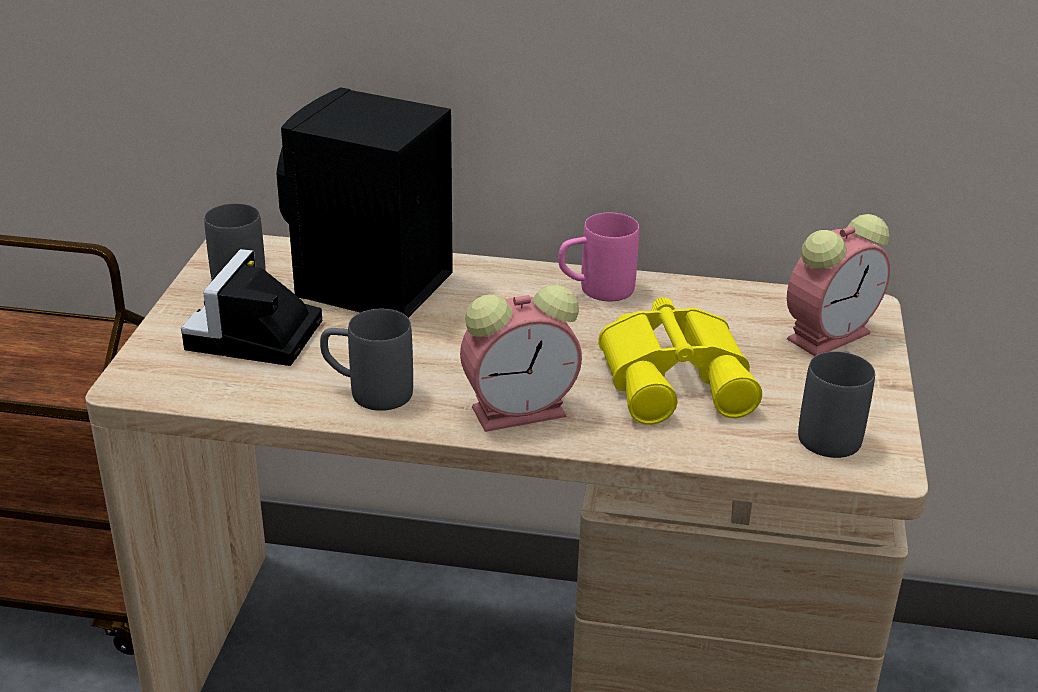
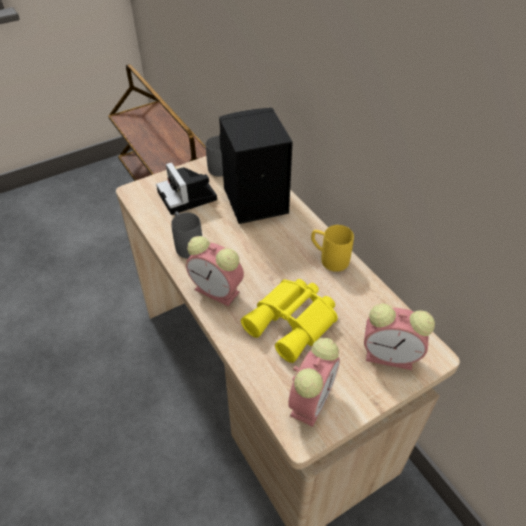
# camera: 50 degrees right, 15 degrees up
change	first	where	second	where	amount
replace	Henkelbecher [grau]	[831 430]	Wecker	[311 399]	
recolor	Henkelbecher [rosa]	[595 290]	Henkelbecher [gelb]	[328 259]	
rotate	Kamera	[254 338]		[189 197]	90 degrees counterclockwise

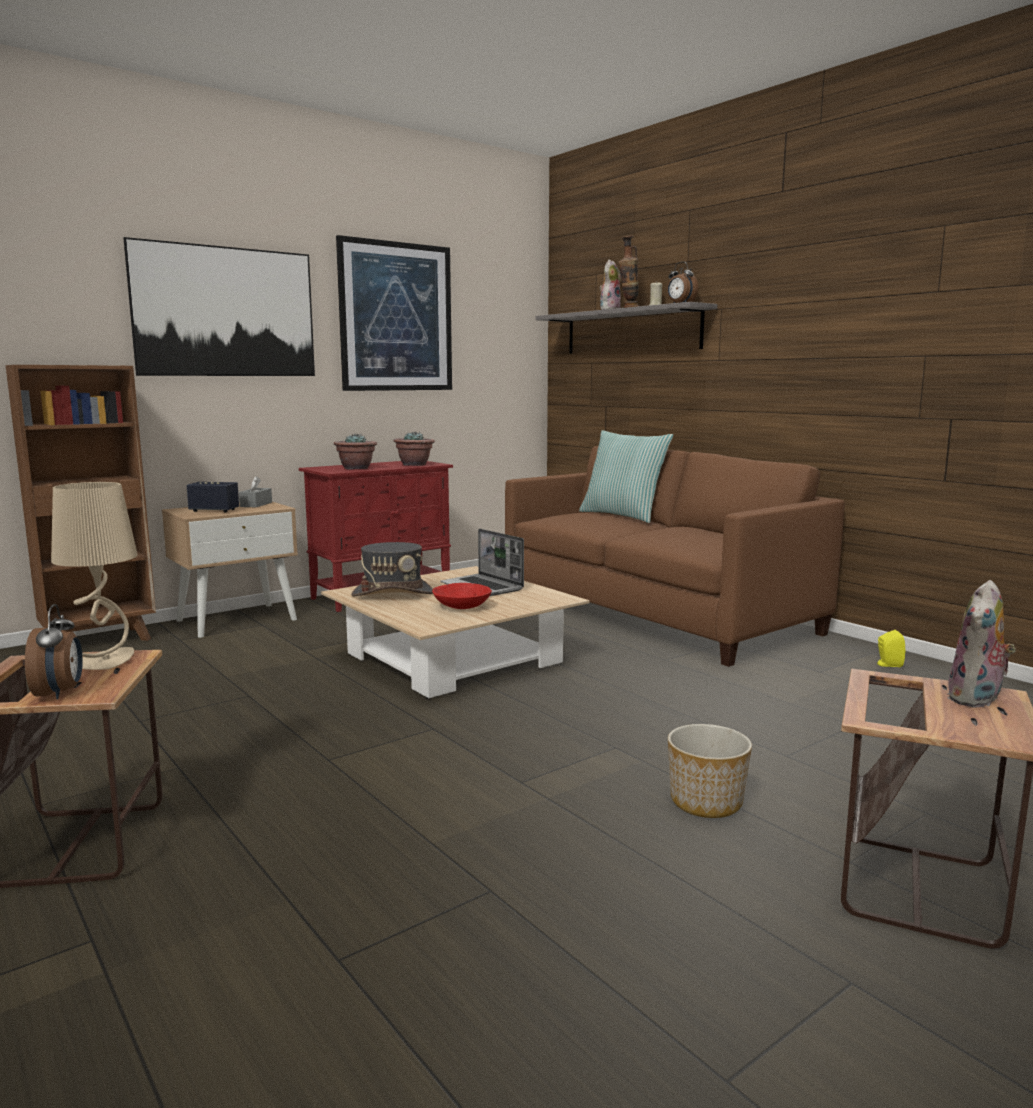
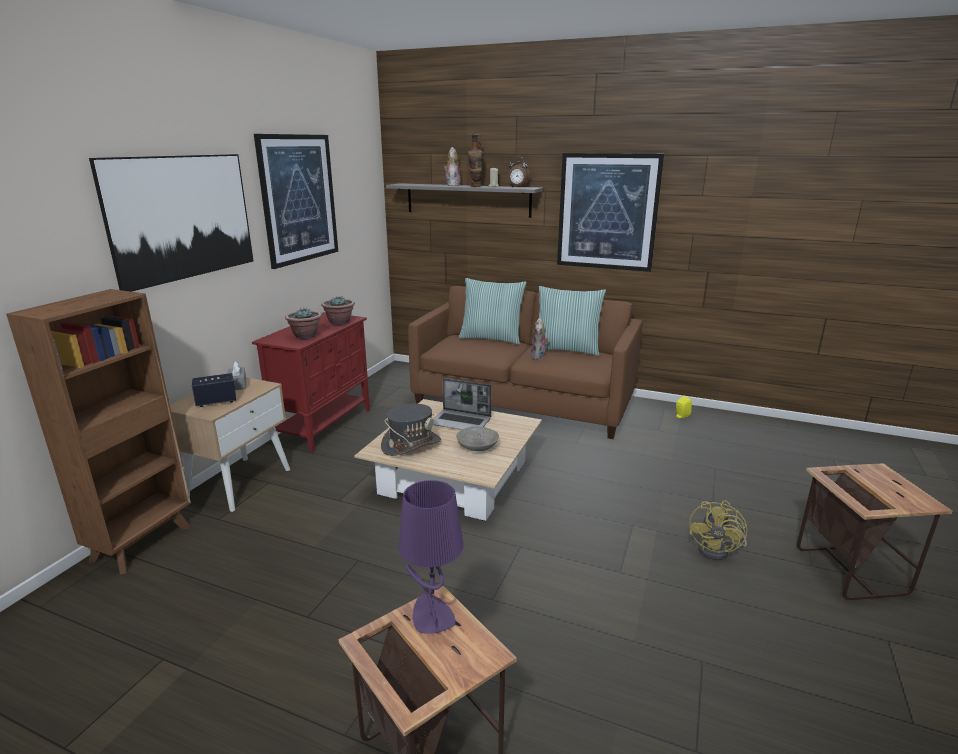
# camera: 30 degrees left, 10 degrees up
change	first	where	second	where	amount
delete	Wecker	[60 693]			
insert			Kissen	[566 349]	
insert			Bild	[607 212]	
move	Plüschtier	[977 699]		[538 357]	
replace	Pflanzkübel	[707 802]	Ventilator [gelb]	[718 550]	
recolor	Tischlampe [beige]	[106 661]	Tischlampe [lila]	[431 615]	
recolor	Schüssel [rot]	[462 607]	Schüssel [grau]	[477 447]	

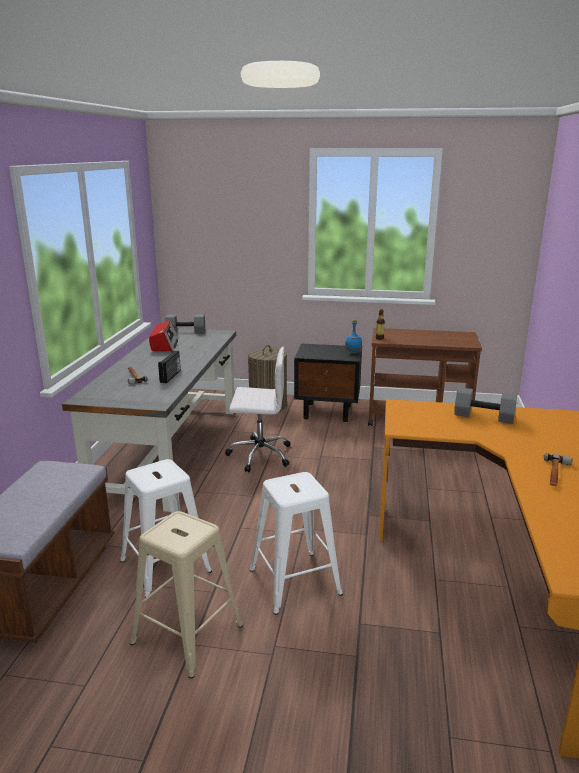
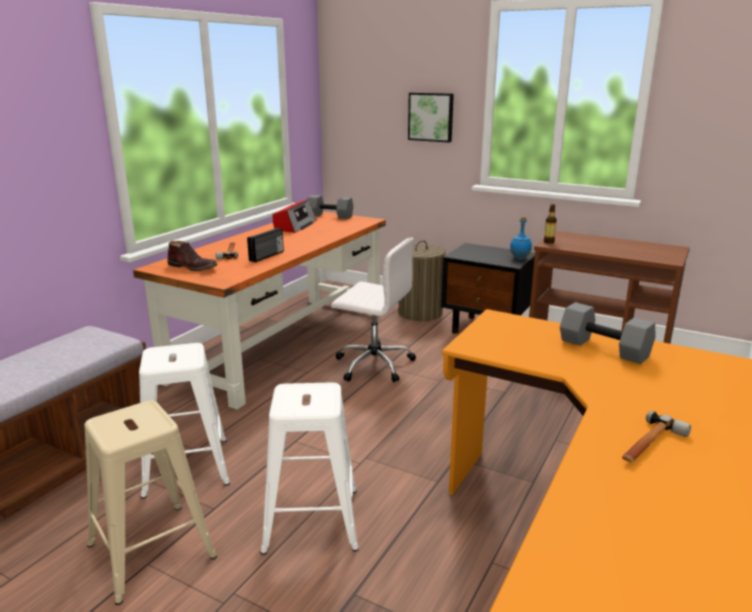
# camera: 20 degrees right, 0 degrees up
change	first	where	second	where	amount
insert			Stiefel [braun]	[193 267]	
insert			Bild	[431 117]	
recolor	Schreibtisch [grau]	[170 450]	Schreibtisch [orange]	[282 343]	

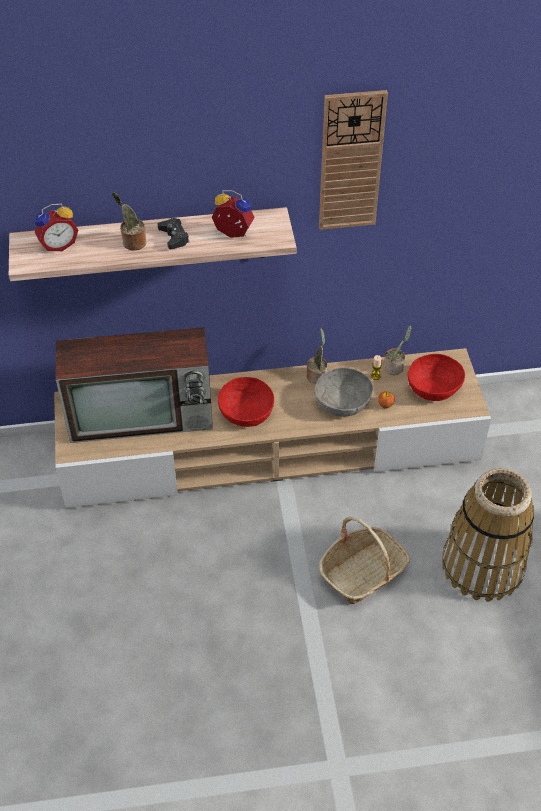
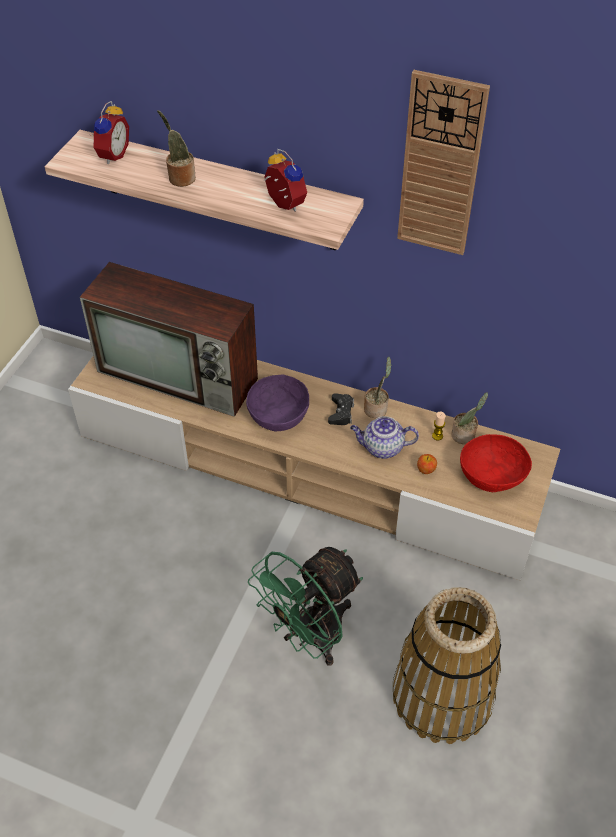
# camera: 30 degrees right, 0 degrees up
change	first	where	second	where	amount
move	Gamepad [schwarz]	[174 237]		[341 412]	
replace	Schüssel [grau]	[342 403]	Teekanne	[382 448]	
replace	Korb	[363 572]	Ventilator [grün]	[310 637]	
recolor	Schüssel [rot]	[246 412]	Schüssel [lila]	[278 415]	
rotate	Wecker	[58 244]		[111 155]	75 degrees counterclockwise

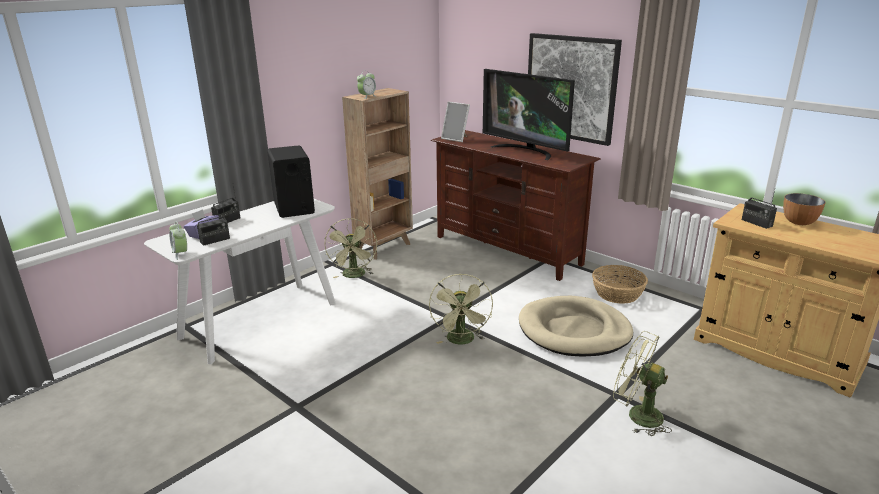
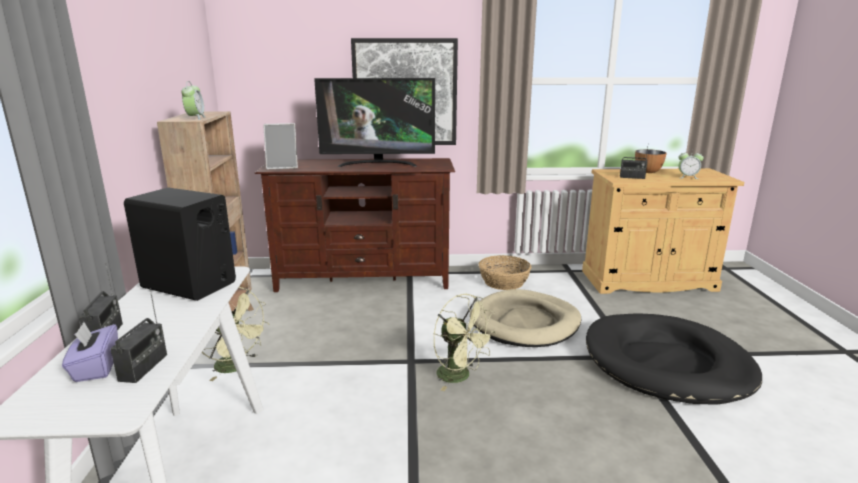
# camera: 45 degrees left, 5 degrees down
change	first	where	second	where	amount
move	Wecker	[181 254]		[687 177]	
replace	Ventilator [grün]	[637 415]	Hundebett [schwarz]	[667 363]	

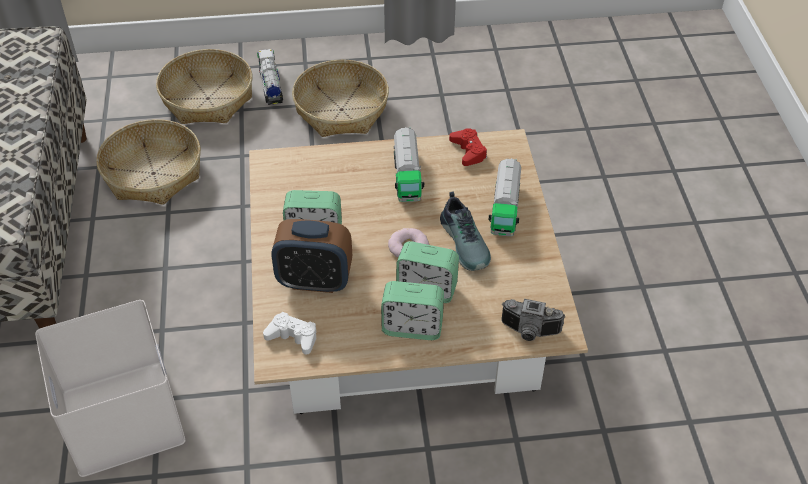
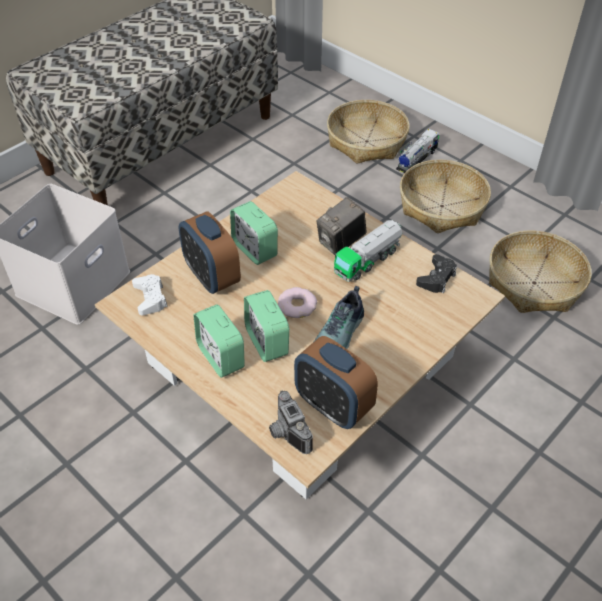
# camera: 50 degrees right, 0 degrees up
change	first	where	second	where	amount
delete	Spielzeuglaster	[505 208]			
insert			Wecker	[333 406]	
insert			Kamera	[341 243]	
move	Korb	[153 173]		[534 283]	
recolor	Gamepad [rot]	[468 151]	Gamepad [schwarz]	[436 278]	

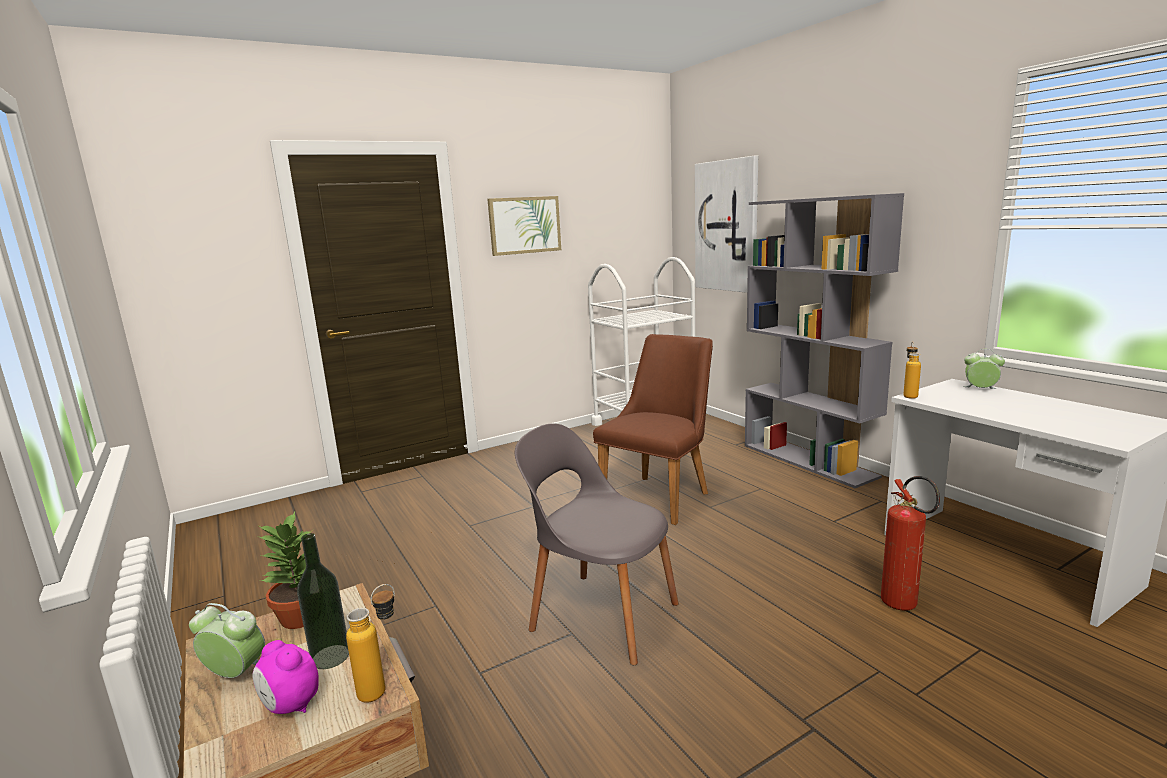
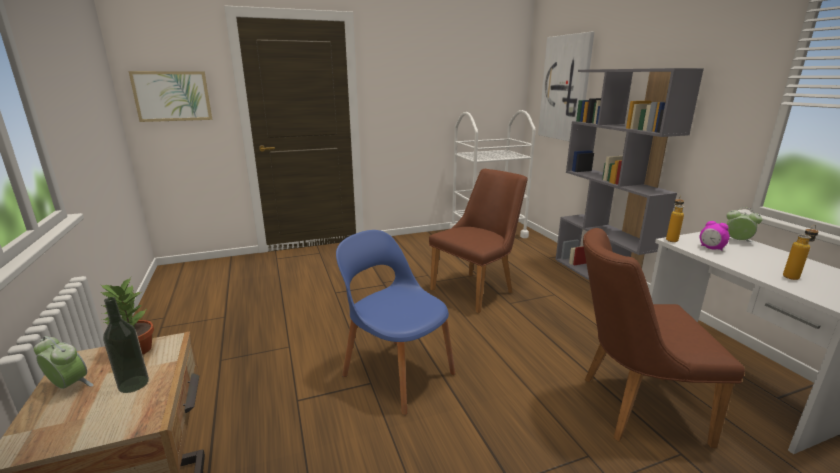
# camera: 10 degrees right, 5 degrees up
change	first	where	second	where	amount
move	Wecker	[290 706]		[711 248]	
move	Flasche	[383 688]		[793 276]	
move	Bild	[524 225]		[172 96]	
replace	Feuerlöscher	[904 606]	Stuhl [braun]	[630 407]	
recolor	Stuhl [grau]	[601 615]	Stuhl [blau]	[396 372]	

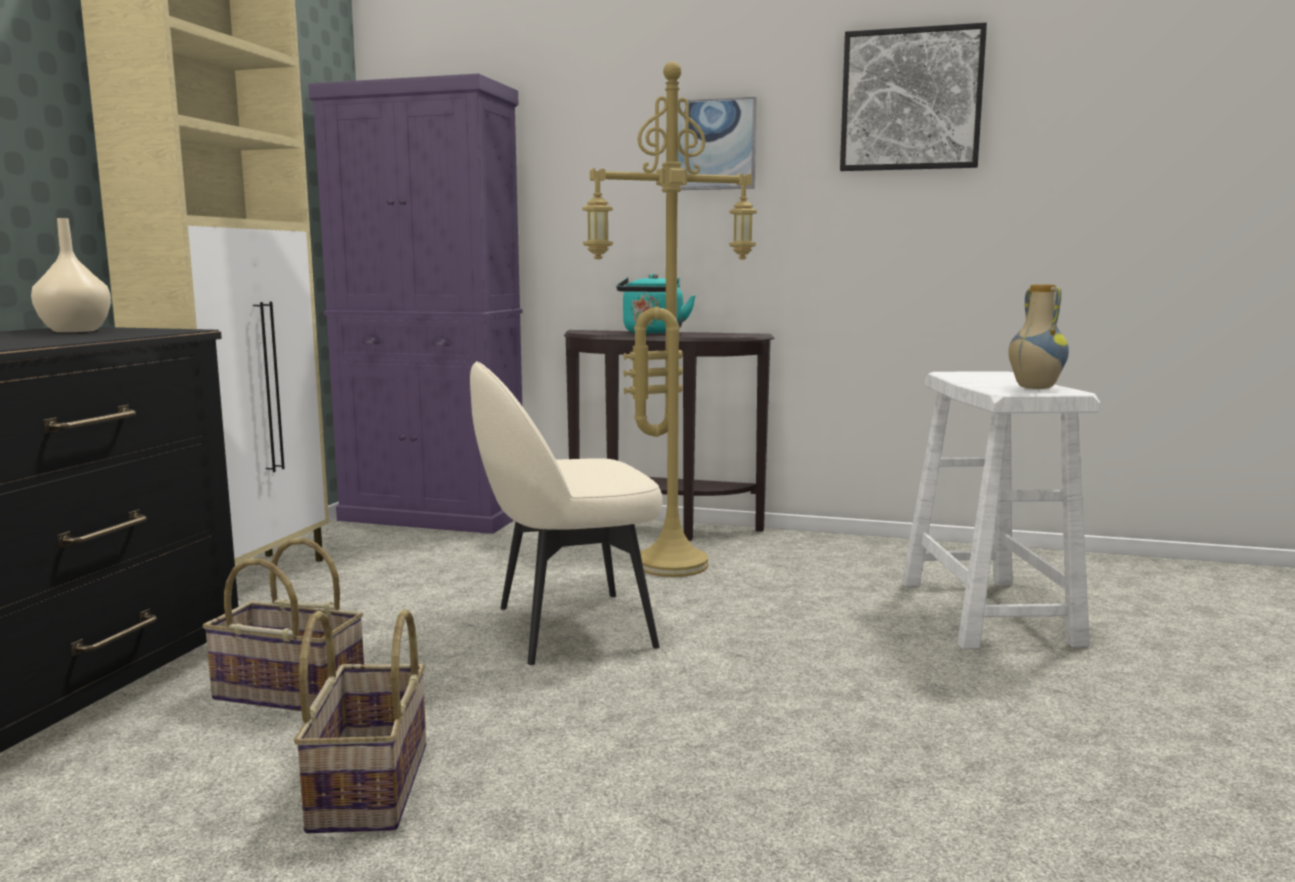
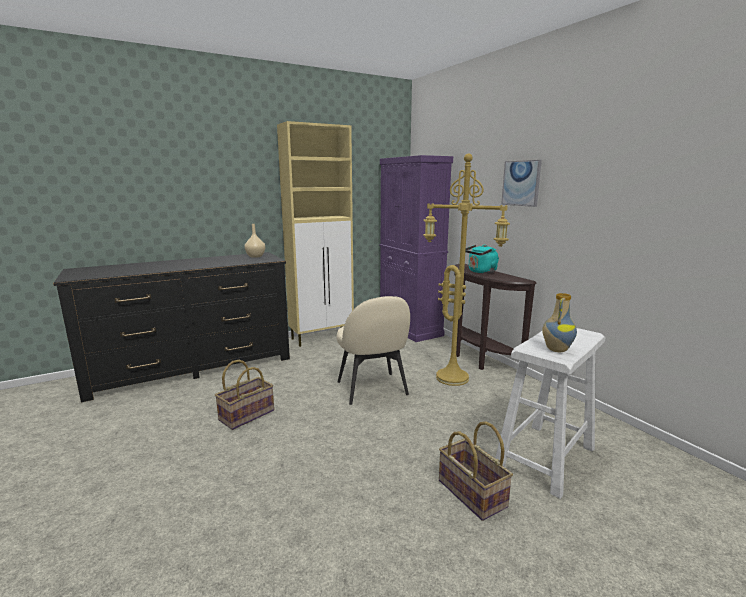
# camera: 45 degrees right, 5 degrees up
change	first	where	second	where	amount
delete	Bild	[911 100]			
move	Korb	[287 693]		[470 493]	
rotate	Stuhl [beige]	[569 627]		[372 389]	135 degrees counterclockwise

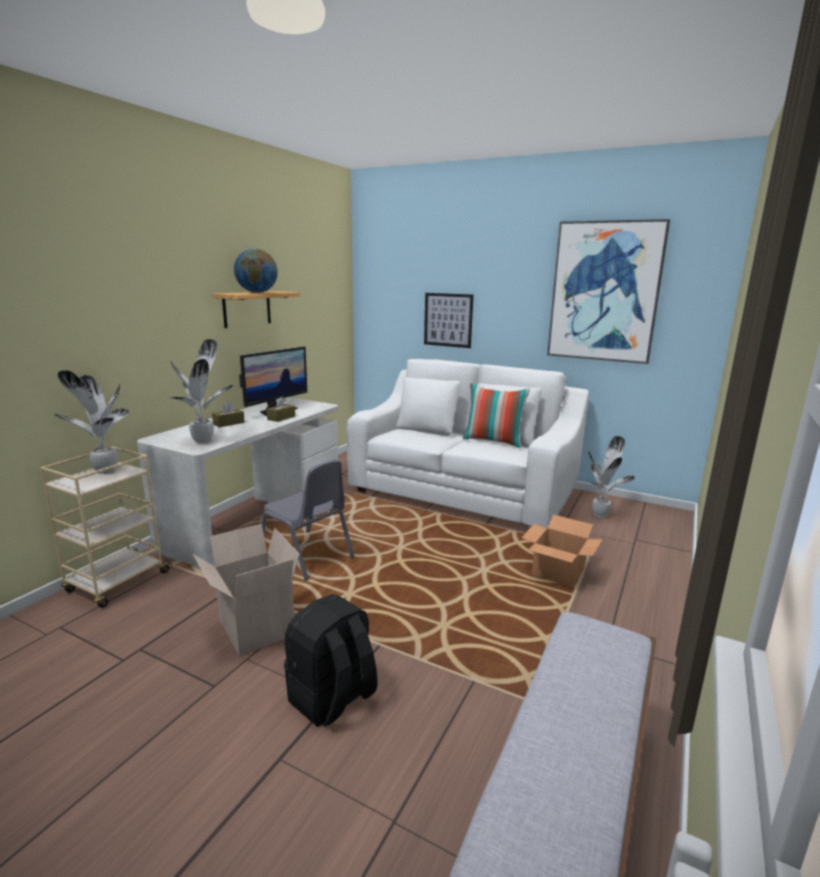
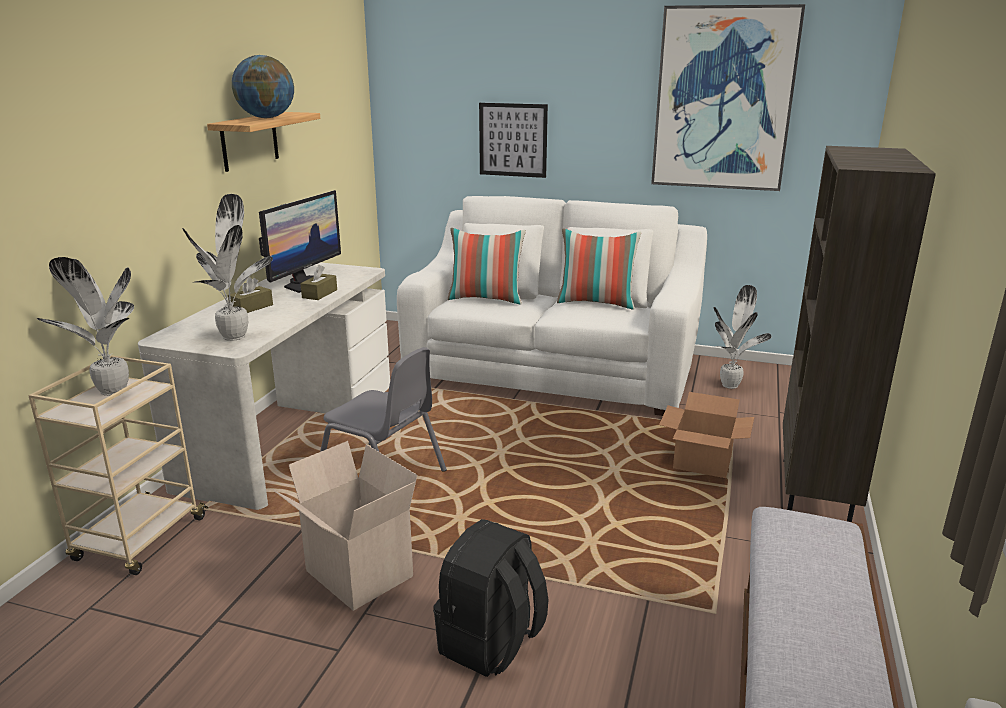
# camera: 10 degrees left, 5 degrees up
change	first	where	second	where	amount
insert			Kissen	[486 299]	
insert			Bücherregal [braun]	[816 494]	

